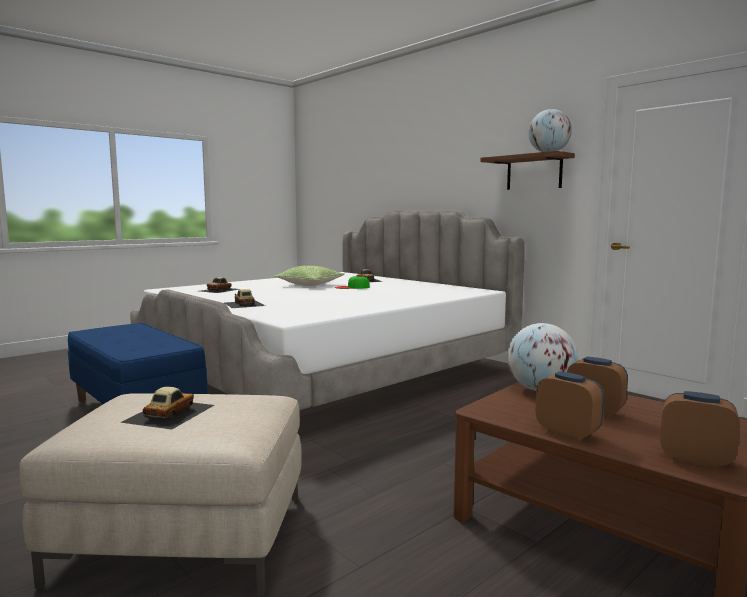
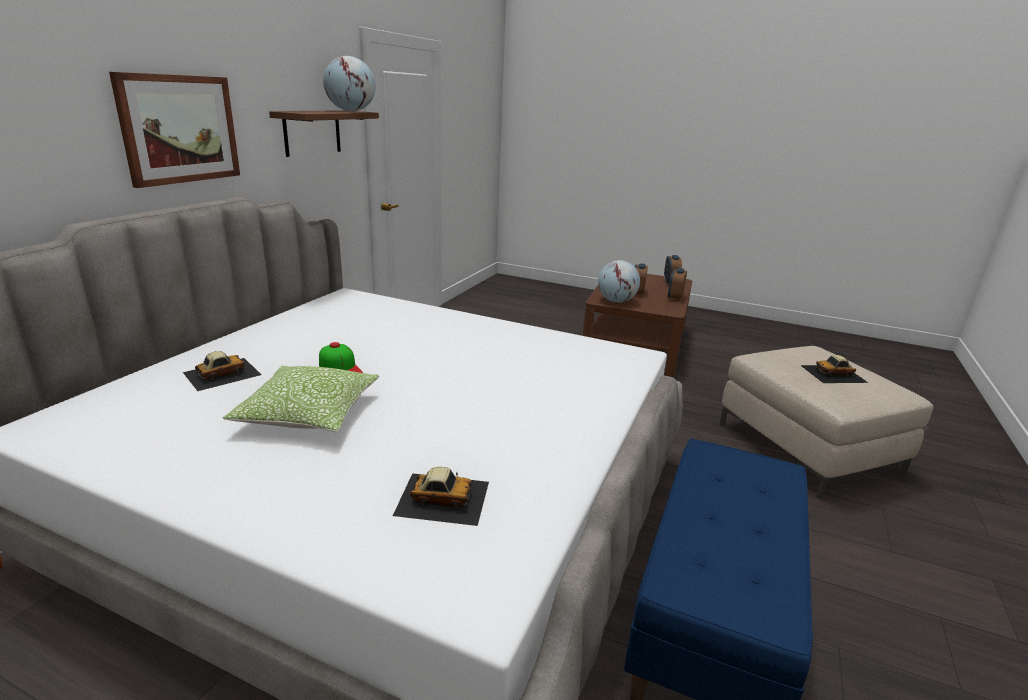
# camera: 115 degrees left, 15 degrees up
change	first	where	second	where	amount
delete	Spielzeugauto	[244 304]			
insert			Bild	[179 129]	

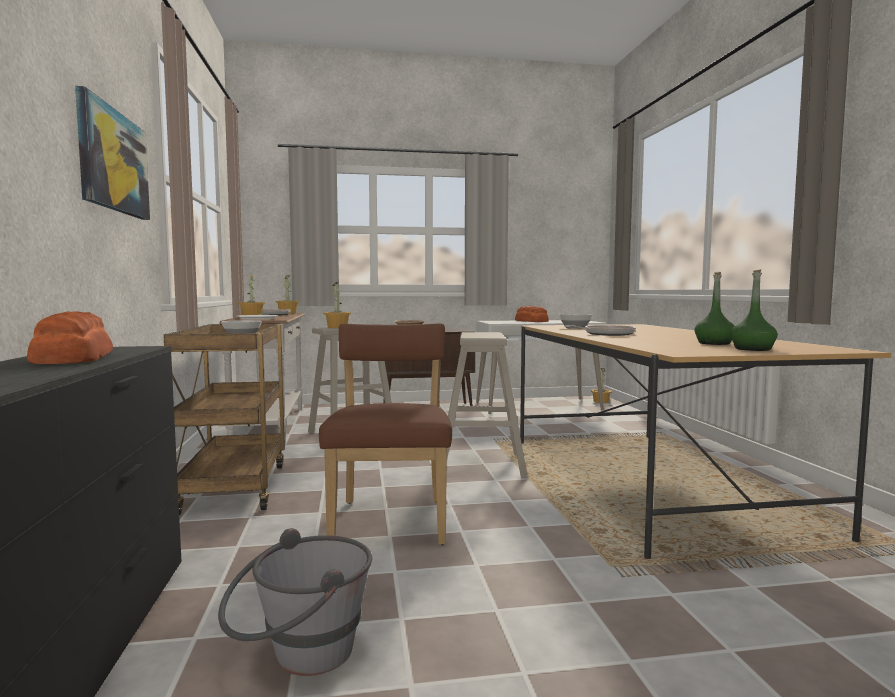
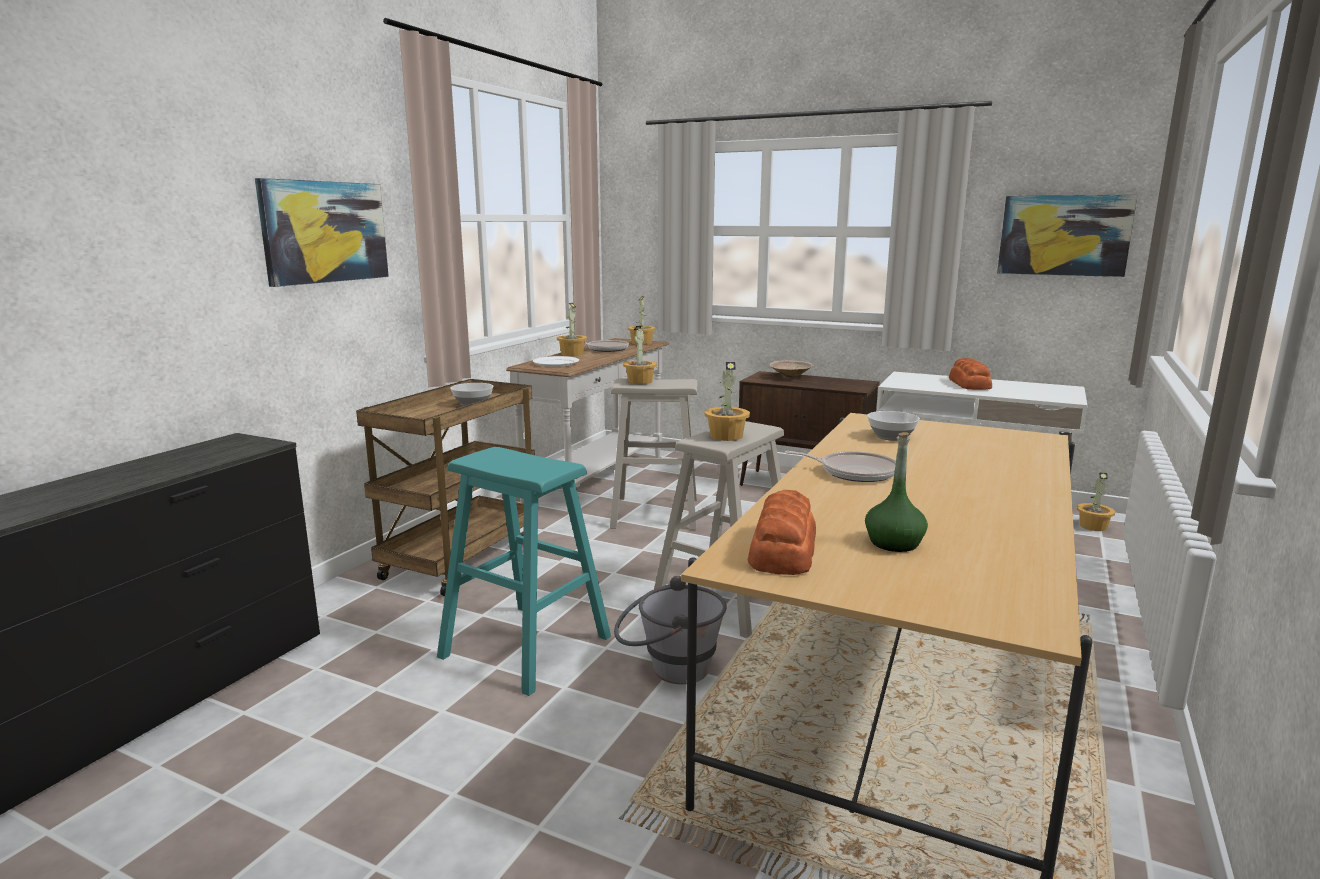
# camera: 35 degrees right, 10 degrees up
change	first	where	second	where	amount
delete	Flasche [grün]	[752 349]			
insert			Topfpflanze	[726 436]	
insert			Bild	[1064 235]	
move	Brot	[73 358]		[782 549]	
move	Eimer [grau]	[299 658]		[668 669]	
replace	Stuhl [braun]	[391 519]	Hocker [türkis]	[526 646]	

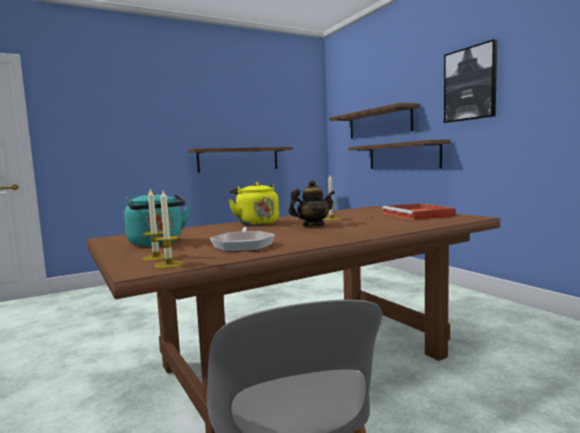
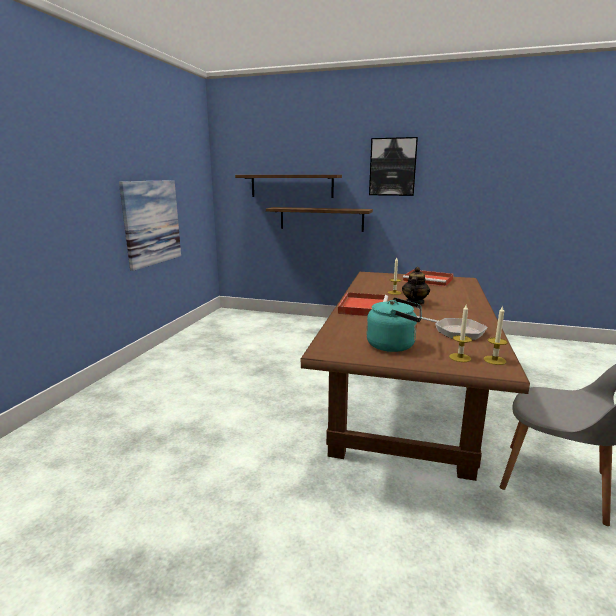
# camera: 45 degrees left, 10 degrees up
change	first	where	second	where	amount
replace	Wandregal	[238 159]	Bild	[152 222]	
replace	Wasserkessel [gelb]	[256 223]	Tablett [rot]	[363 307]	

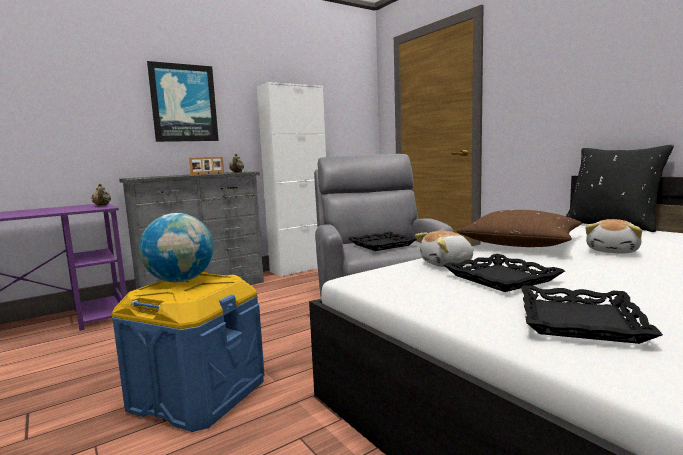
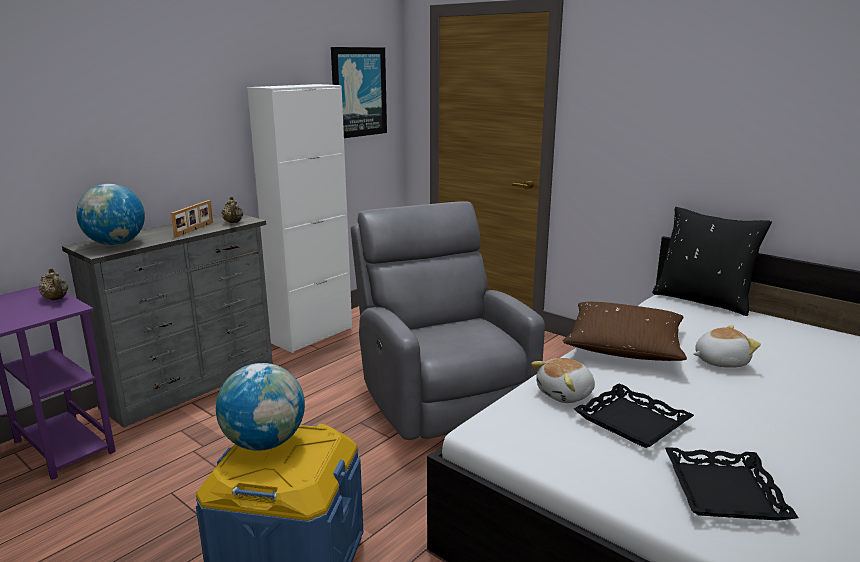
# camera: 15 degrees left, 10 degrees up
change	first	where	second	where	amount
delete	Tablett [schwarz]	[382 245]			
insert			Globus	[116 244]	
move	Bild	[184 103]		[358 92]	
rotate	Plüschtier	[613 251]		[720 361]	120 degrees counterclockwise

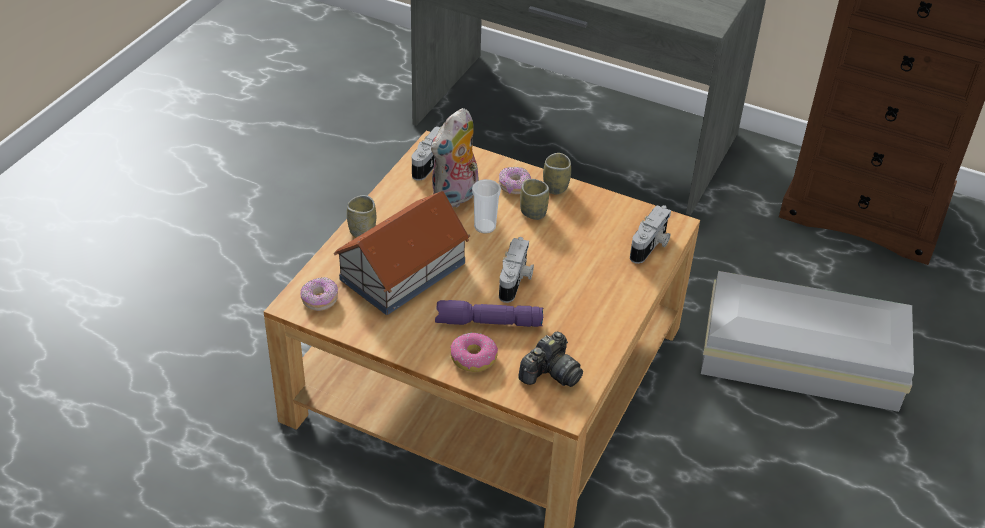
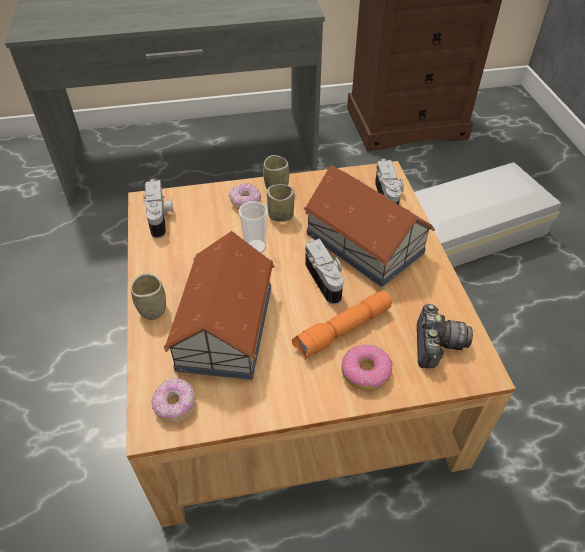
# camera: 35 degrees left, 5 degrees up
change	first	where	second	where	amount
delete	Plüschtier	[456 197]			
insert			Spielzeughaus	[364 242]	
recolor	Taschenlampe [lila]	[487 323]	Taschenlampe [orange]	[343 331]	

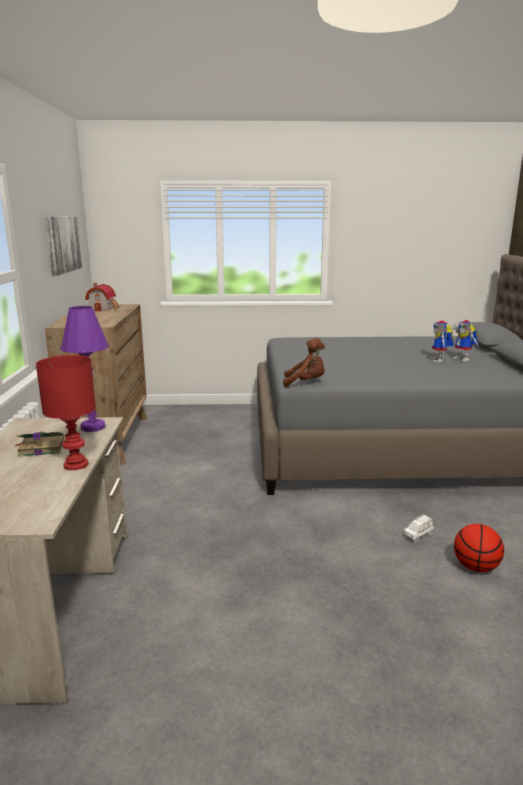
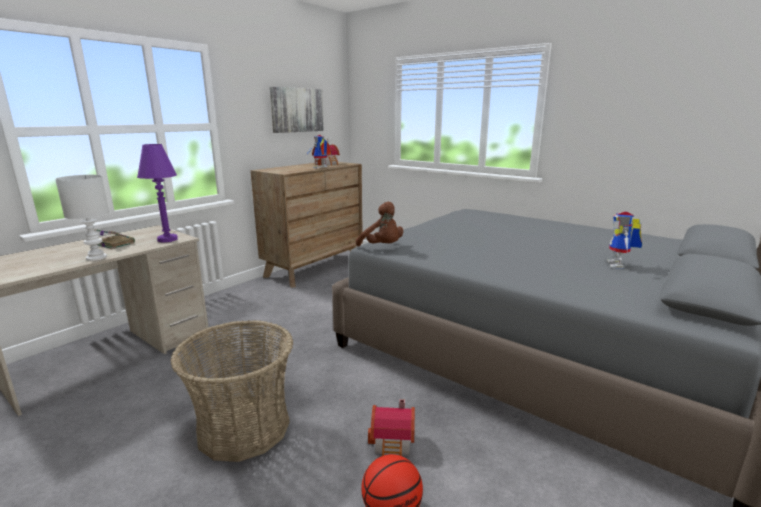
# camera: 40 degrees right, 0 degrees up
change	first	where	second	where	amount
insert			Korb	[243 428]	
move	Spielzeugroboter	[440 361]		[320 167]	
replace	Spielzeugauto [weiß]	[418 535]	Spielzeughaus	[394 444]	
recolor	Tischlampe [rot]	[77 464]	Tischlampe [weiß]	[97 257]	

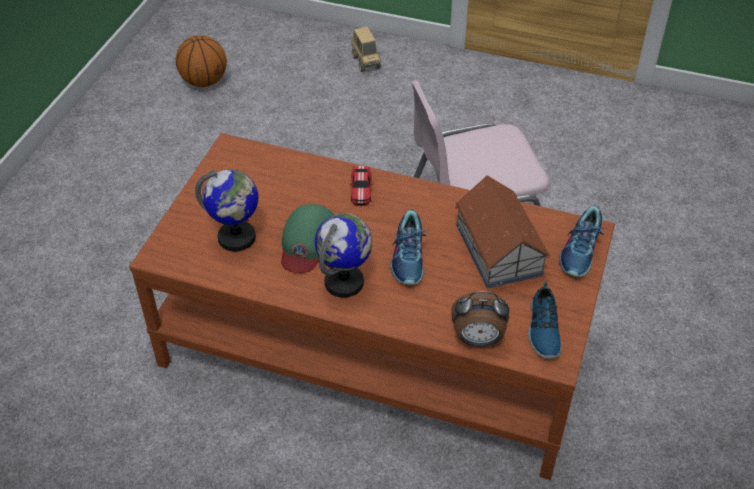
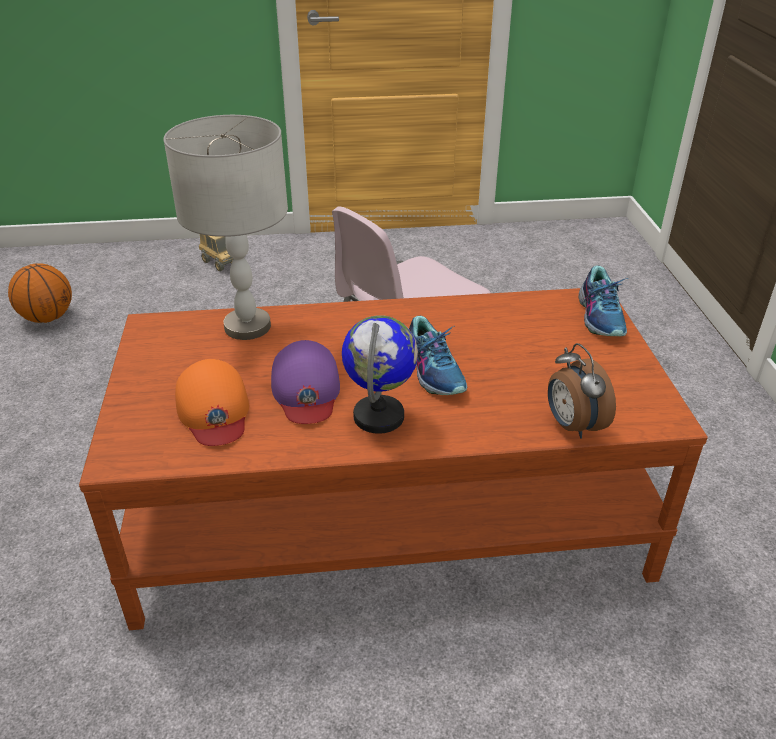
# camera: 25 degrees left, 10 degrees down
change	first	where	second	where	amount
delete	Spielzeugauto	[361 189]			
delete	Spielzeughaus	[498 248]			
delete	Schuh	[543 329]			
insert			Tischlampe [grau]	[248 326]	
replace	Globus	[237 238]	Kappe [orange]	[214 410]	
recolor	Kappe [grün]	[307 242]	Kappe [lila]	[306 389]	
rotate	Wecker	[478 340]		[572 425]	90 degrees clockwise

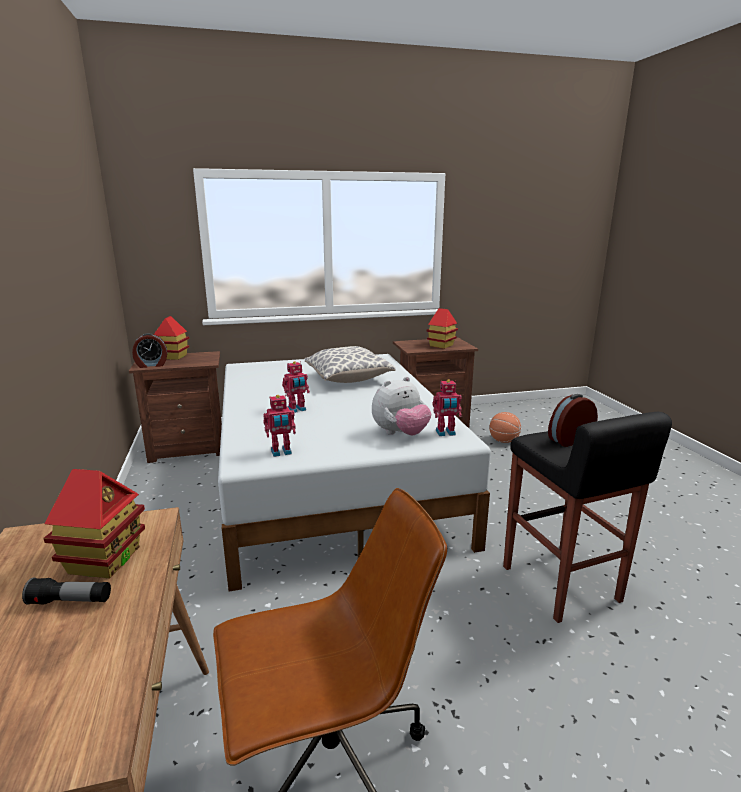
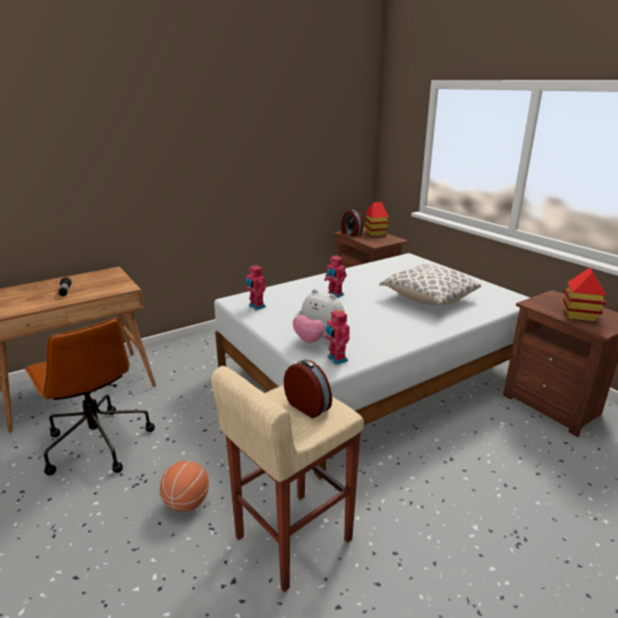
# camera: 70 degrees right, 5 degrees up
change	first	where	second	where	amount
delete	Spielzeughaus	[104 560]			
move	Basketball	[504 441]		[186 503]	
recolor	Hocker [schwarz]	[560 585]	Hocker [beige]	[291 538]	

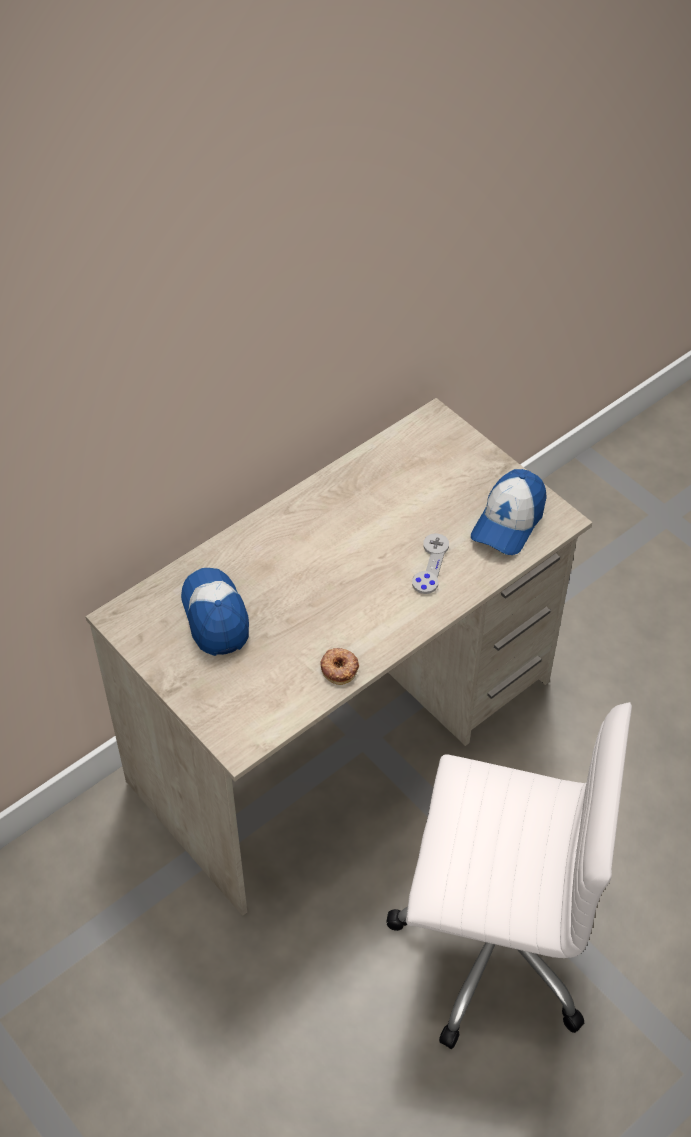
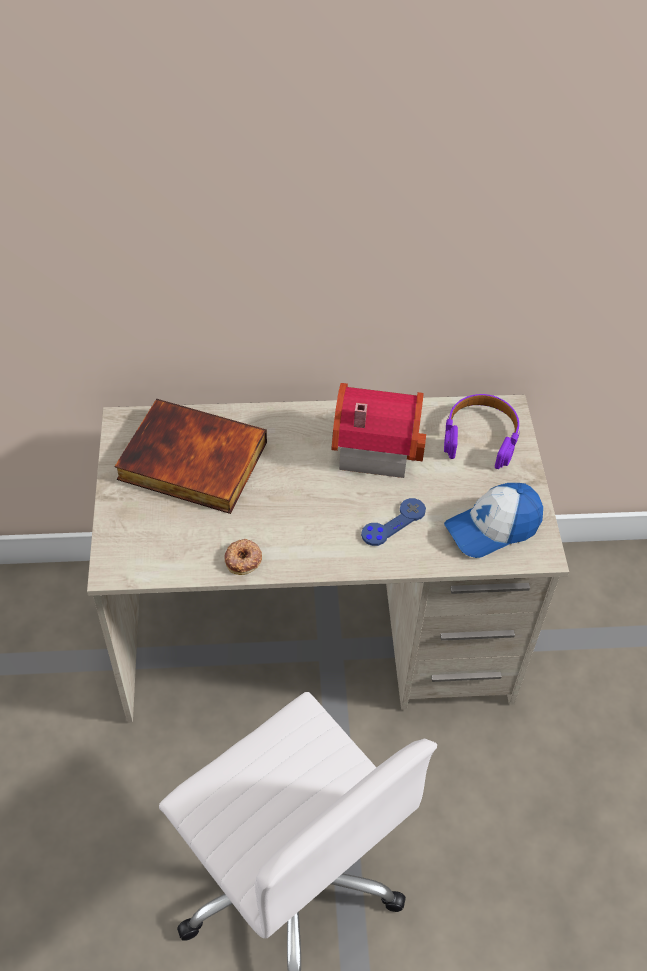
# camera: 35 degrees right, 0 degrees up
change	first	where	second	where	amount
insert			Spielzeughaus	[373 444]	
insert			Kopfhörer [lila]	[480 436]	
replace	Kappe	[215 616]	Buch	[191 462]	
recolor	Gamepad [grau]	[430 564]	Gamepad [blau]	[393 523]	

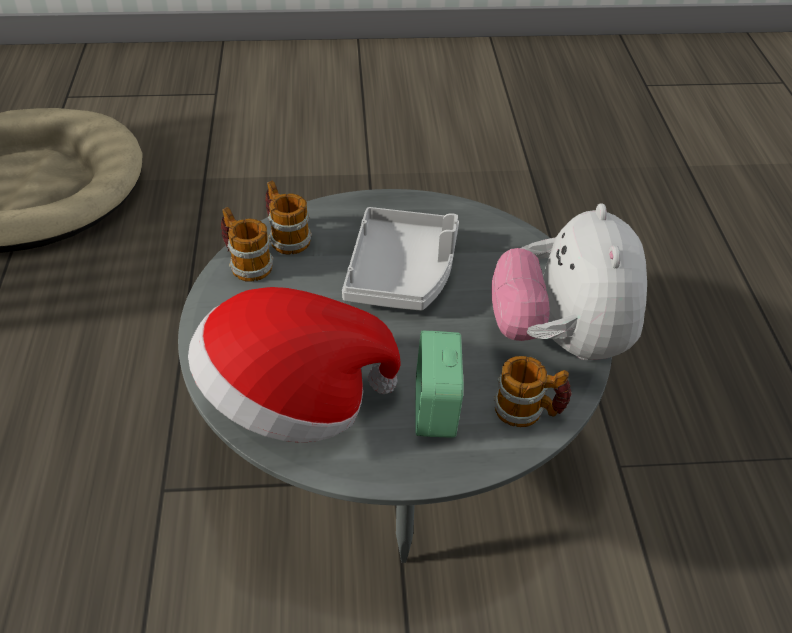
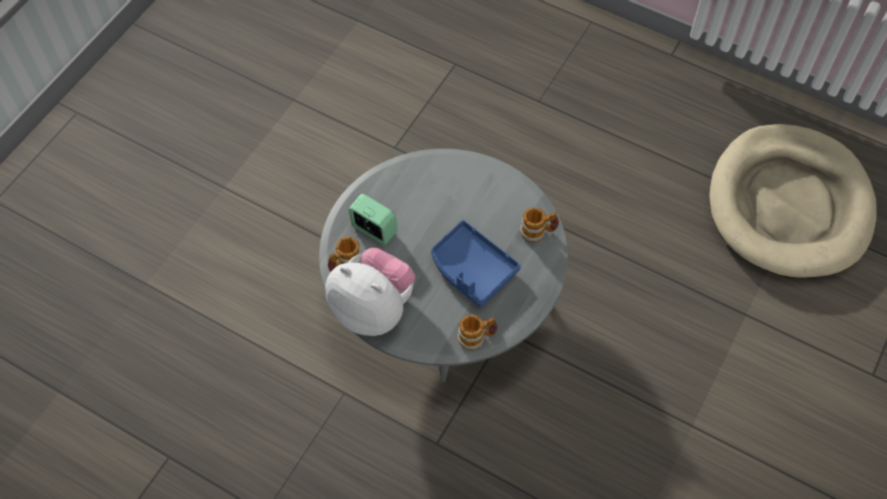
# camera: 125 degrees right, 15 degrees up
change	first	where	second	where	amount
delete	Hut	[292 401]			
move	Henkelbecher	[246 263]		[476 337]	
recolor	Tablett [grau]	[402 272]	Tablett [blau]	[472 269]	

